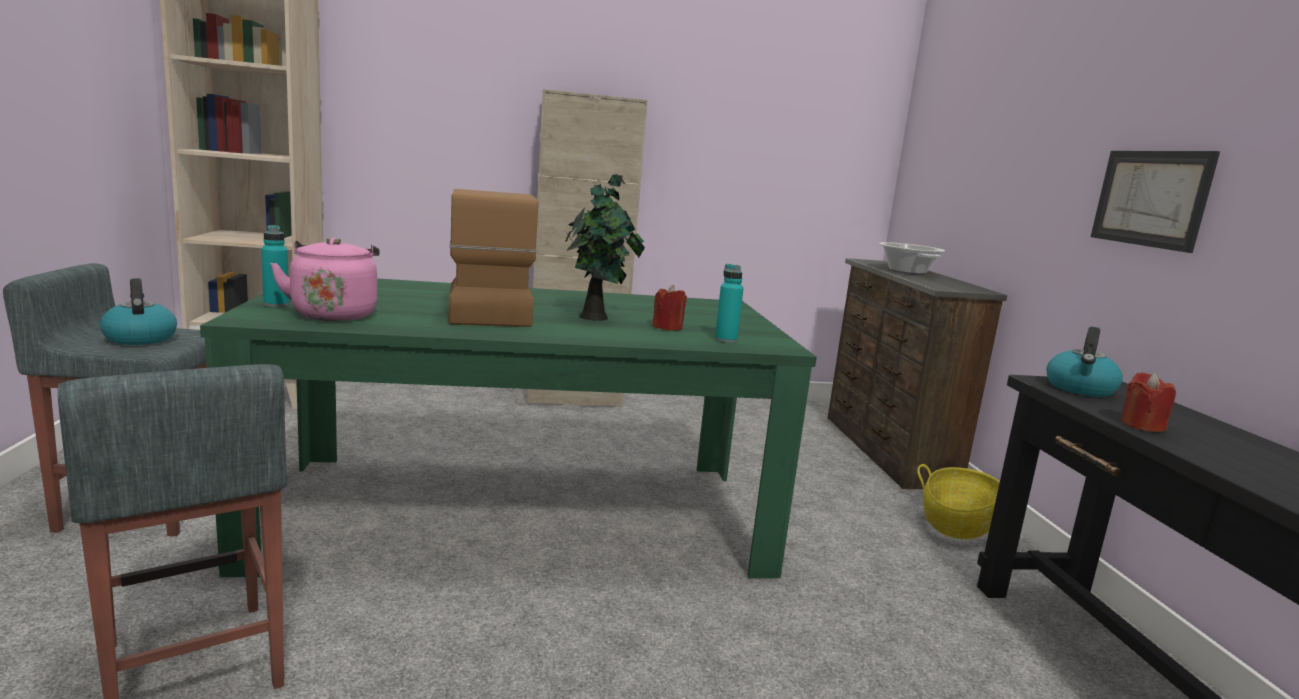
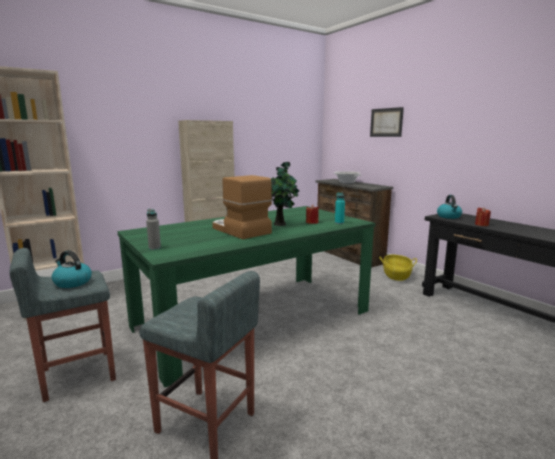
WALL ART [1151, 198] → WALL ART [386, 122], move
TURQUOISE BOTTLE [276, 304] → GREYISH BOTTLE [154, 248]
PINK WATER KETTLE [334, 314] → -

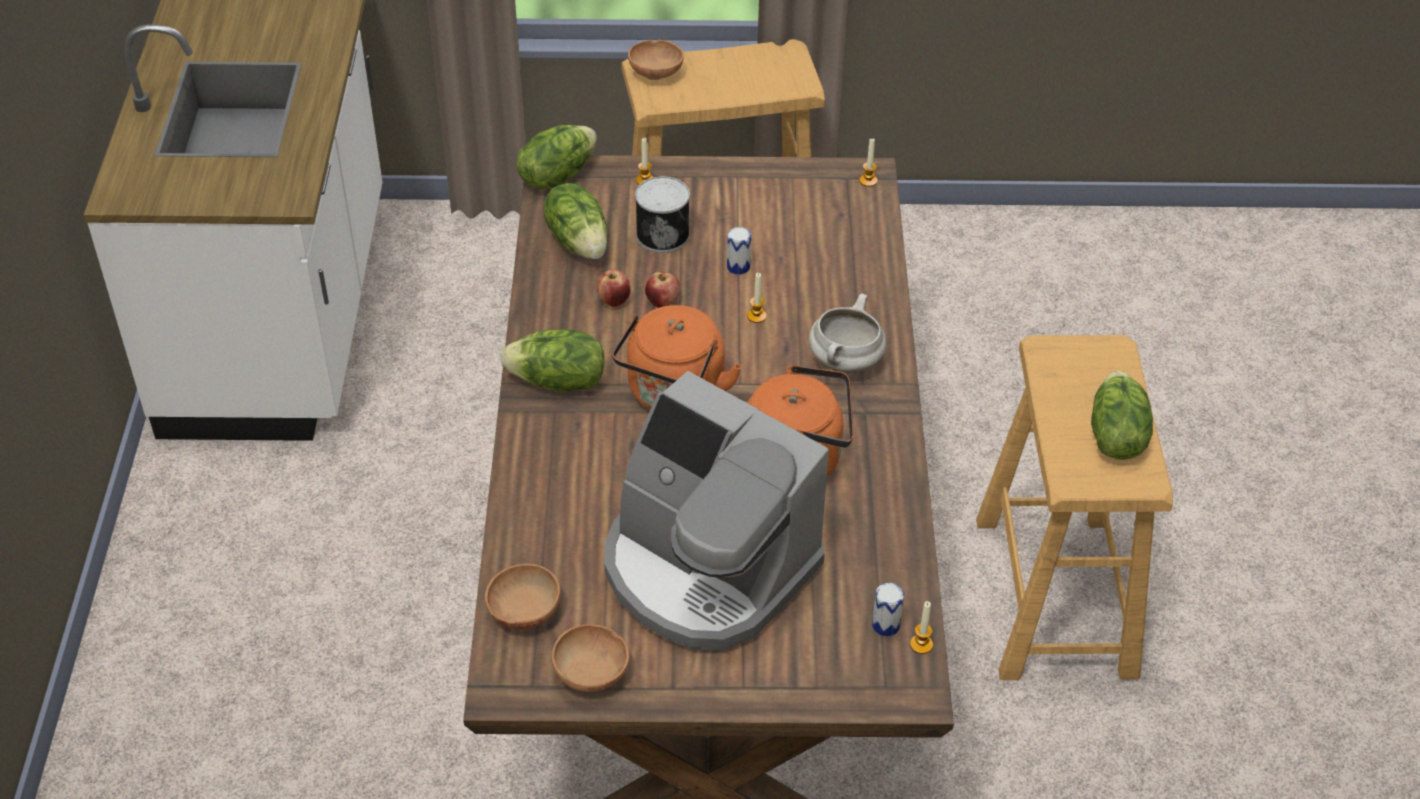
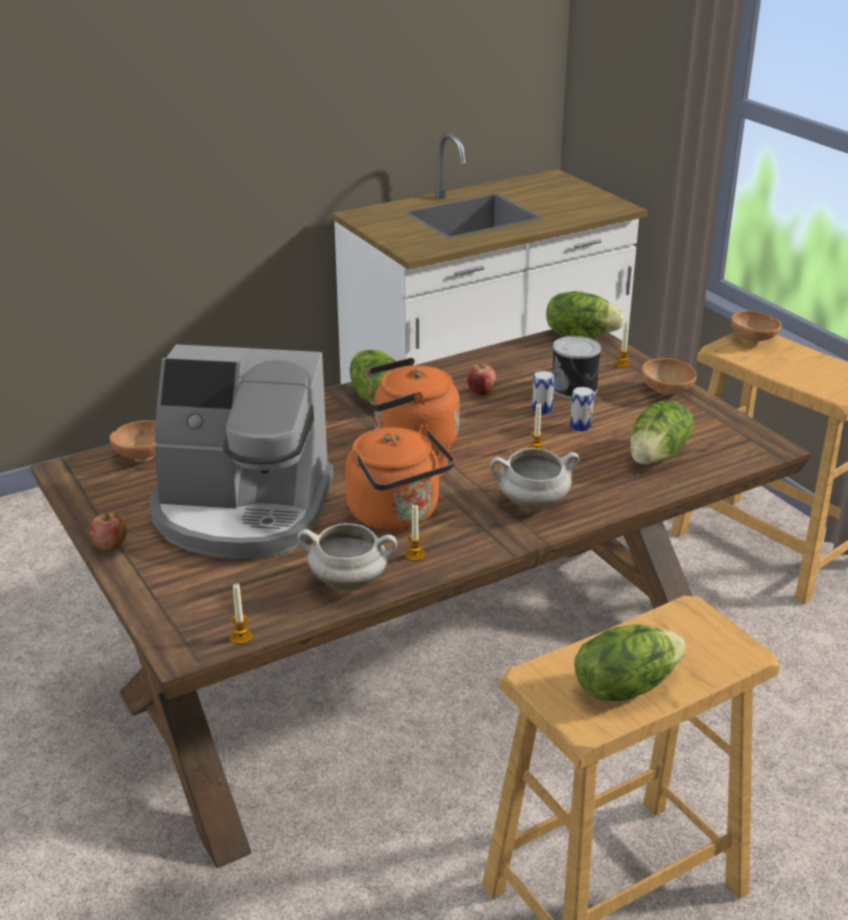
WAX CANDLE [868, 181] → WAX CANDLE [415, 555], move
LETTUCE [579, 241] → LETTUCE [658, 456], move
WHOLE APPLE [662, 303] → WHOLE APPLE [110, 547], move
COFFEE MACHINE [706, 569] → COFFEE MACHINE [242, 511], 90 degrees counterclockwise
METAL CAN [885, 625] → METAL CAN [542, 409], move
BROWN DEEP DISH [592, 674] → BROWN DEEP DISH [667, 392], move
- → WHITISH COOKING POT [349, 582]

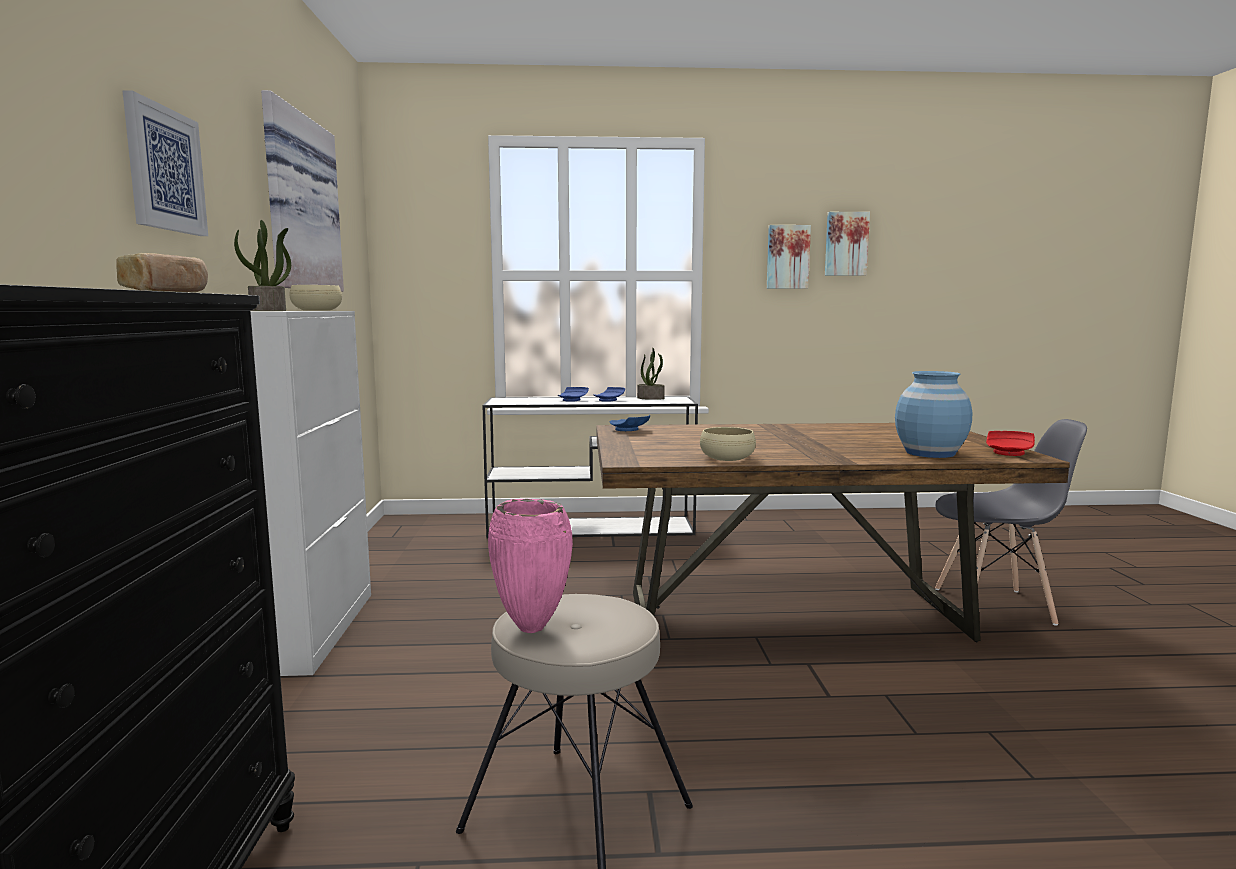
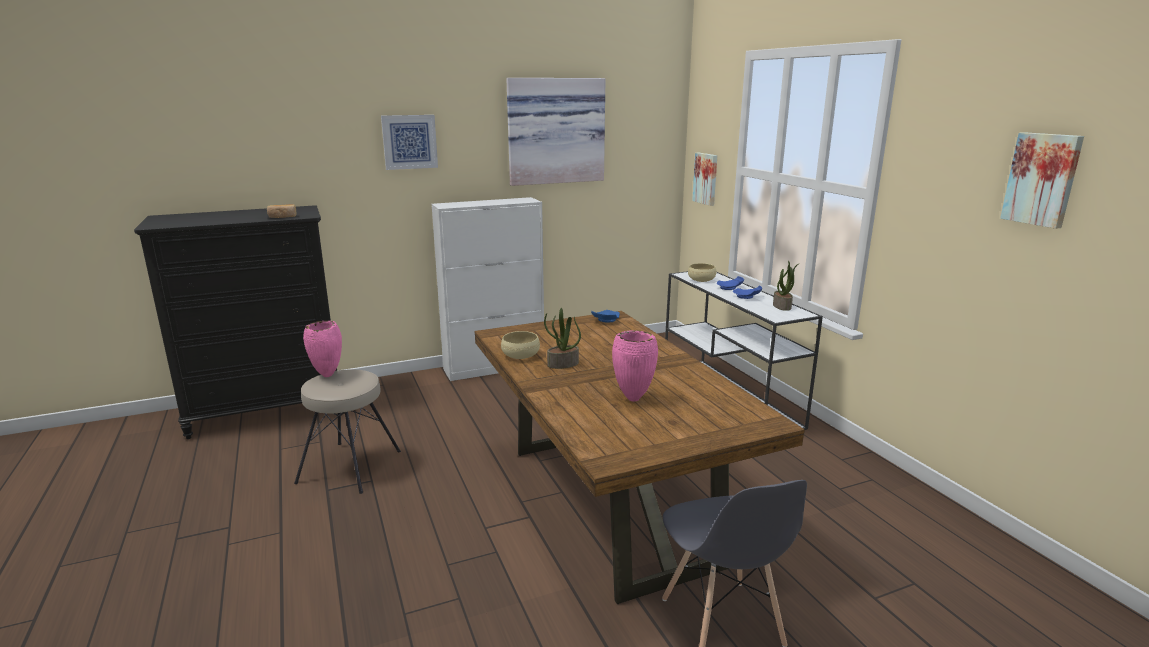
POTTED PLANT [269, 310] → POTTED PLANT [562, 364], move
WALL ART [787, 257] → WALL ART [706, 178], move
BEIGE DEEP DISH [316, 310] → BEIGE DEEP DISH [701, 280], move
BLUE VASE [930, 453] → -
RED-COLOURED PLATE [1009, 452] → -
- → PINK VASE [633, 398]

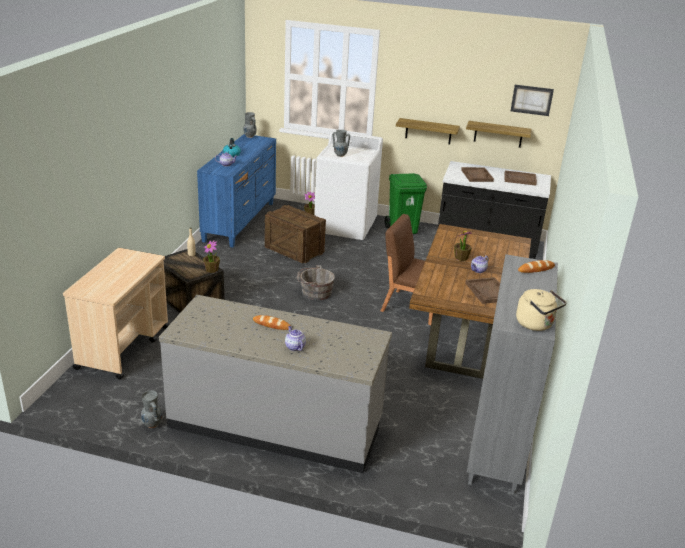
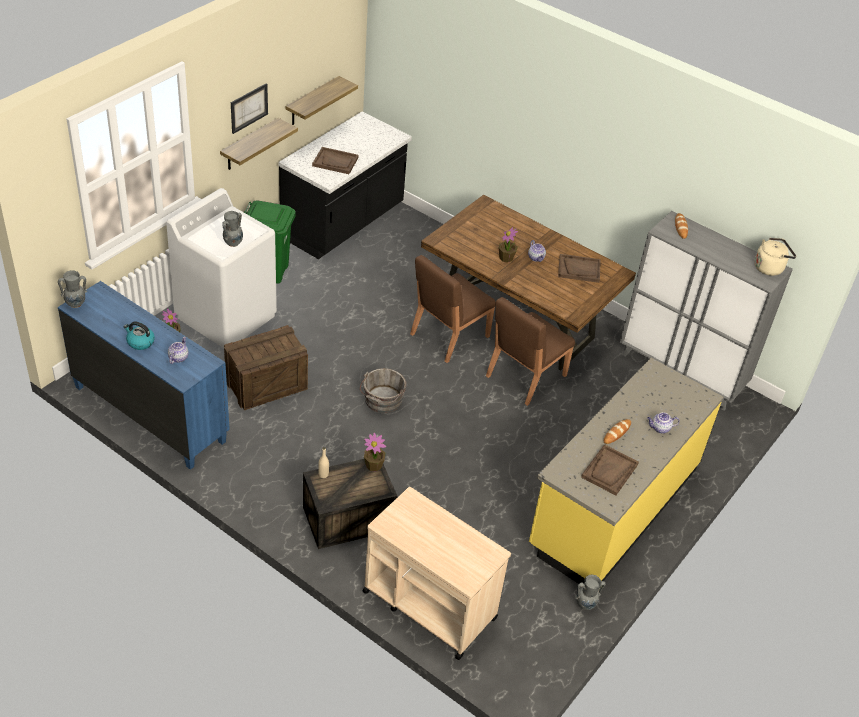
WALL ART [531, 100] → WALL ART [249, 108], move
BROWN TRAY [520, 179] → BROWN TRAY [609, 471], move
GREYISH KITCHEN BASE UNIT [276, 424] → YELLOW-COLOURED KITCHEN BASE UNIT [613, 507]
- → BROWN CHAIR [525, 376]

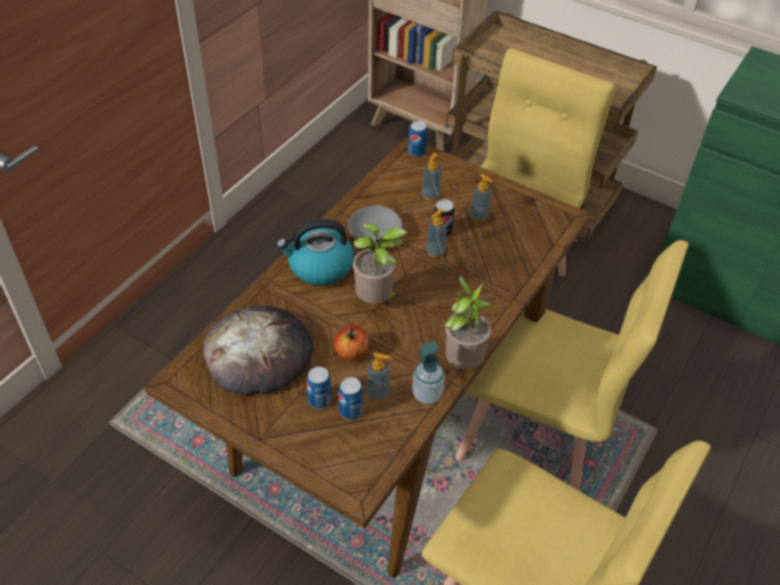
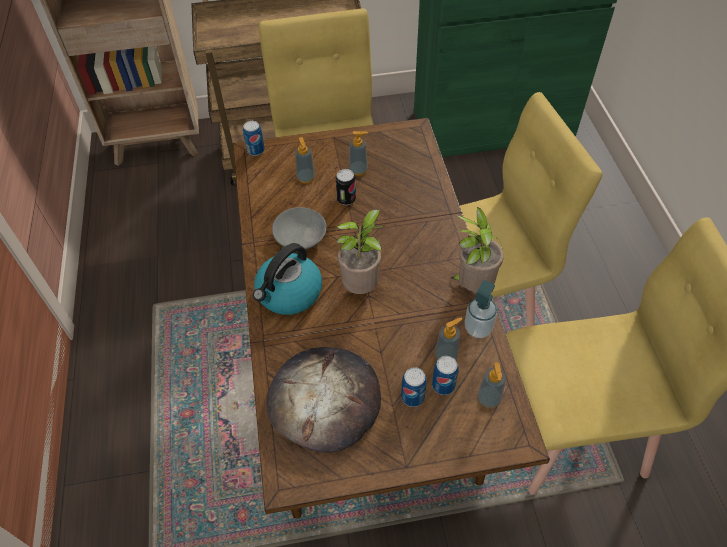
SOAP DISPENSER [435, 251] → SOAP DISPENSER [488, 399], move
WHOLE APPLE [351, 352] → -

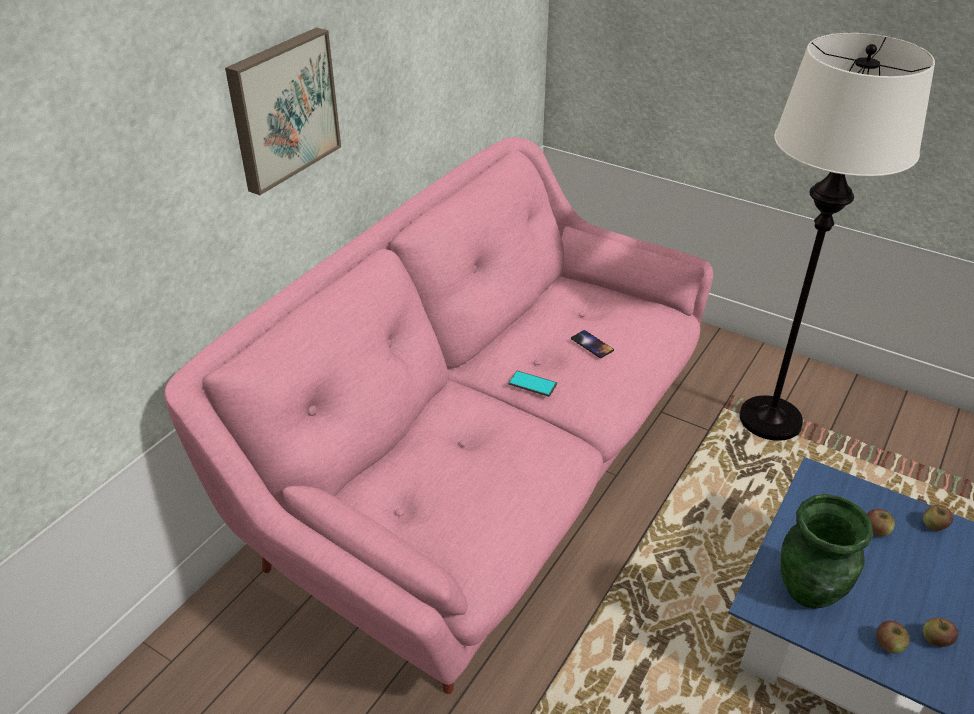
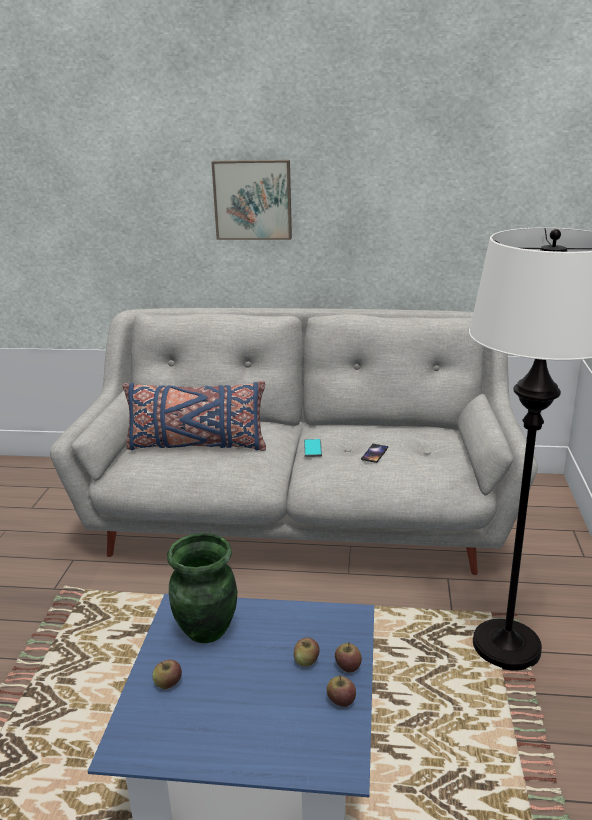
PINK SETTEE [487, 474] → GREYISH SETTEE [299, 518]
WHOLE APPLE [935, 640] → WHOLE APPLE [348, 666], move
- → BLUE CUSHION [196, 446]

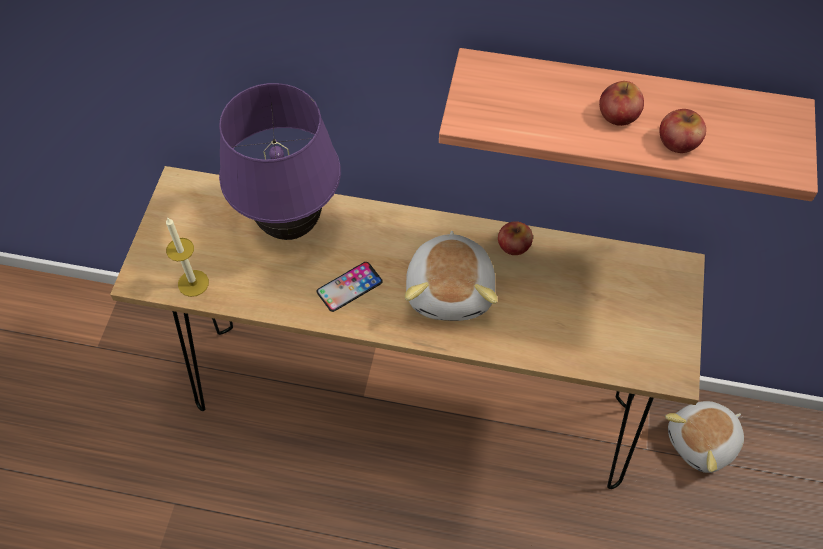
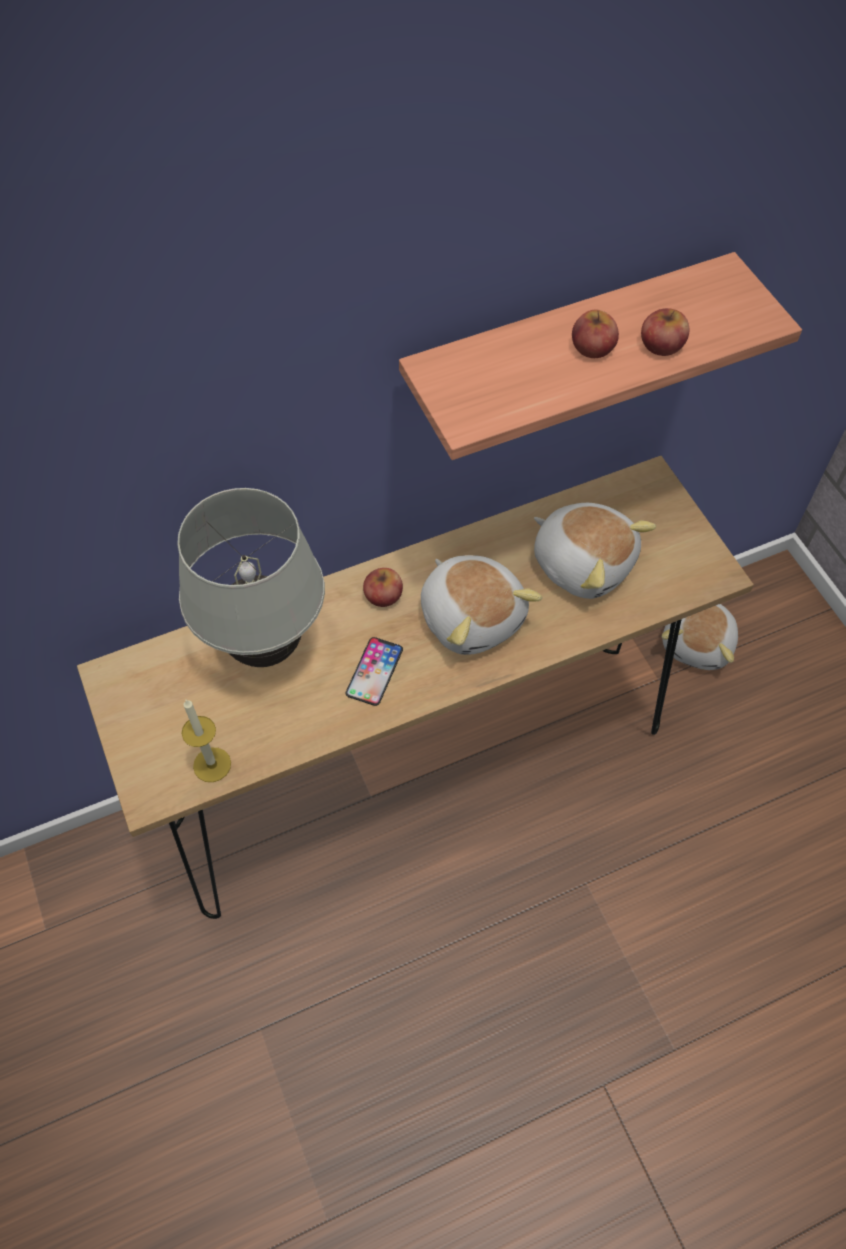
PURPLE-COLOURED TABLETOP LAMP [290, 226] → WHITISH TABLETOP LAMP [266, 648]
WHOLE APPLE [514, 245] → WHOLE APPLE [383, 595], move
- → SOFT TOY [583, 562]

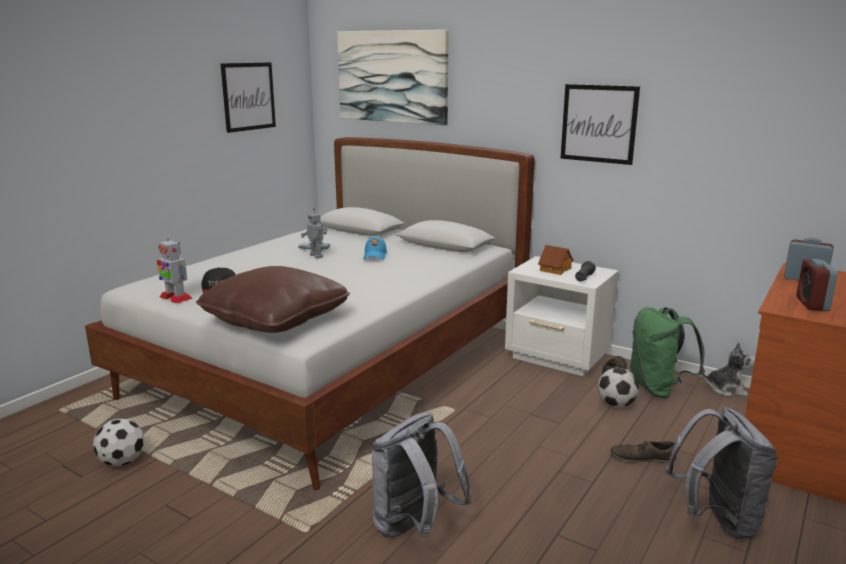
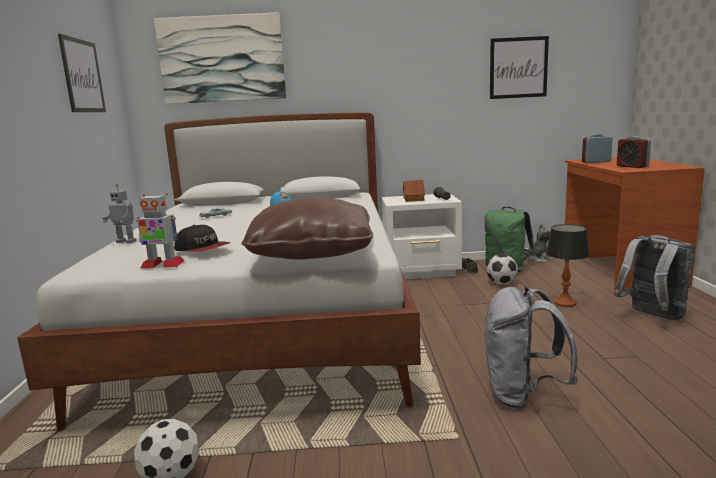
WALL ART [598, 123] → WALL ART [518, 68], move
ROBOT FIGURE [317, 256] → ROBOT FIGURE [127, 241], move
BROWN SHOE [642, 458] → TABLETOP LAMP [565, 303]

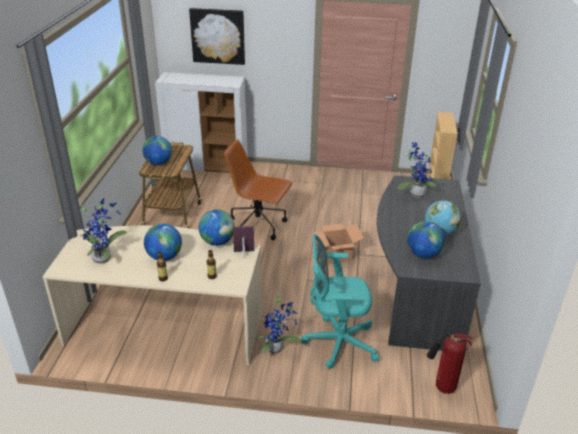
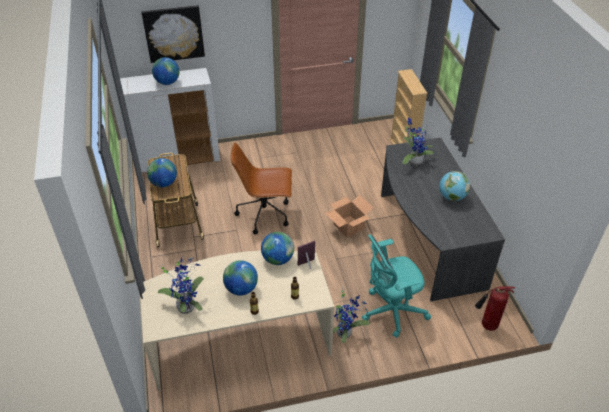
WORLD GLOBE [423, 254] → WORLD GLOBE [167, 82], move

